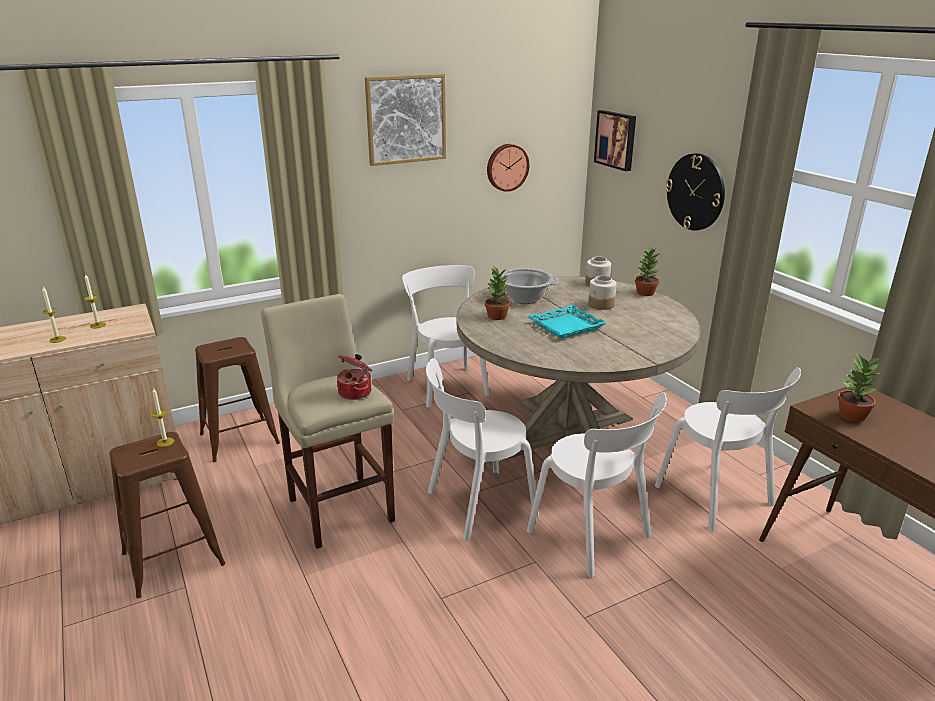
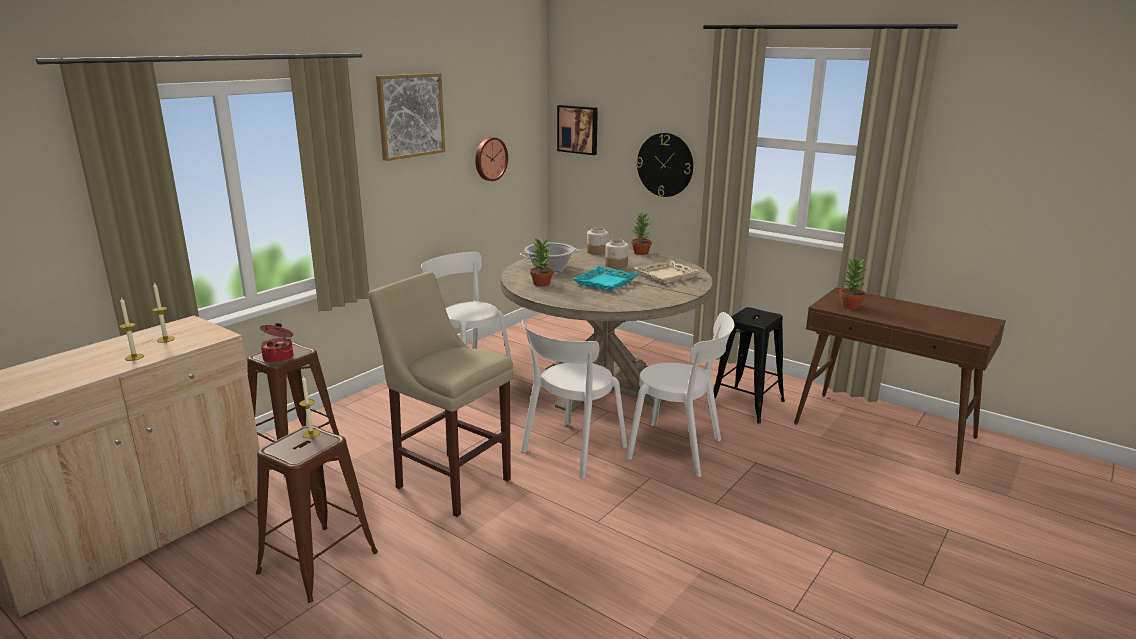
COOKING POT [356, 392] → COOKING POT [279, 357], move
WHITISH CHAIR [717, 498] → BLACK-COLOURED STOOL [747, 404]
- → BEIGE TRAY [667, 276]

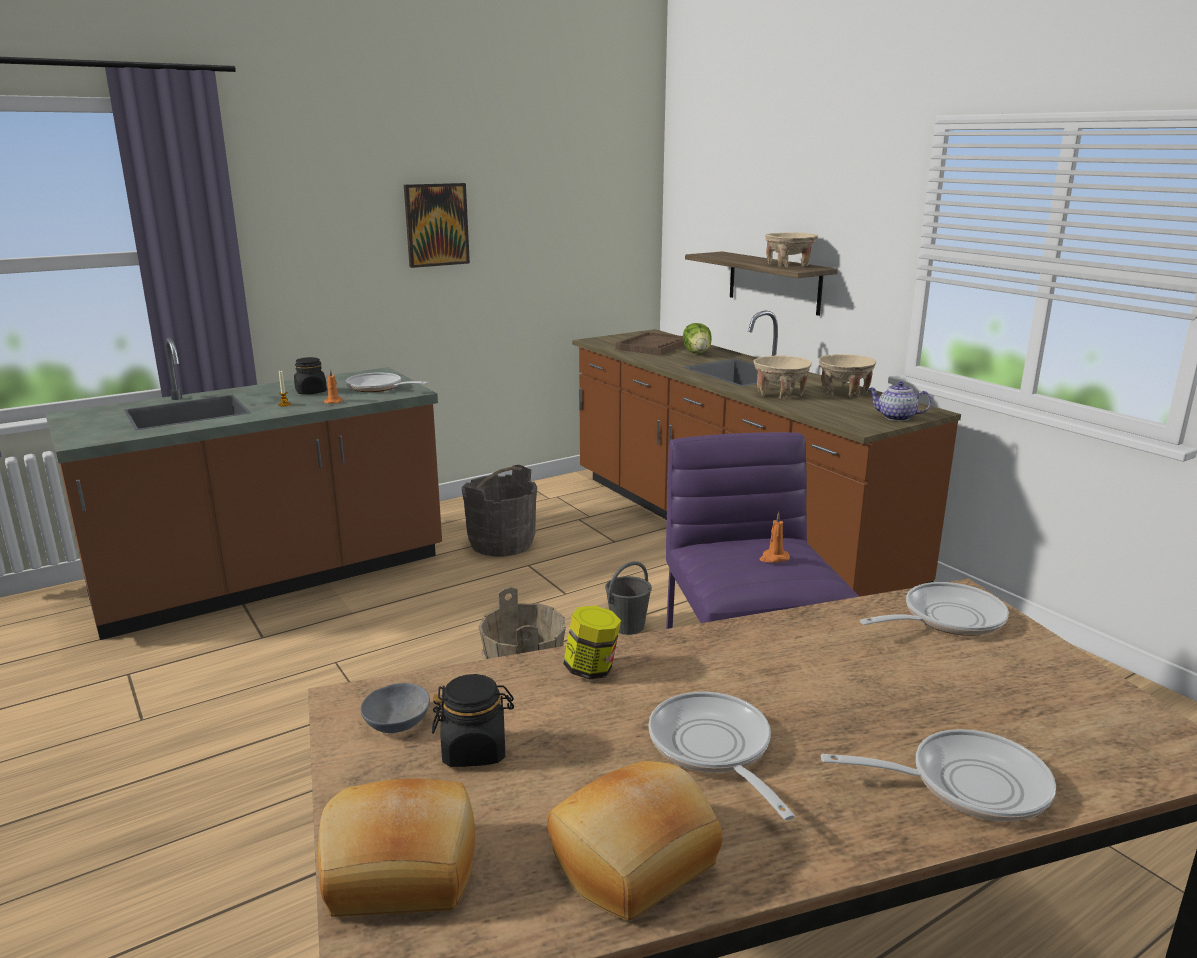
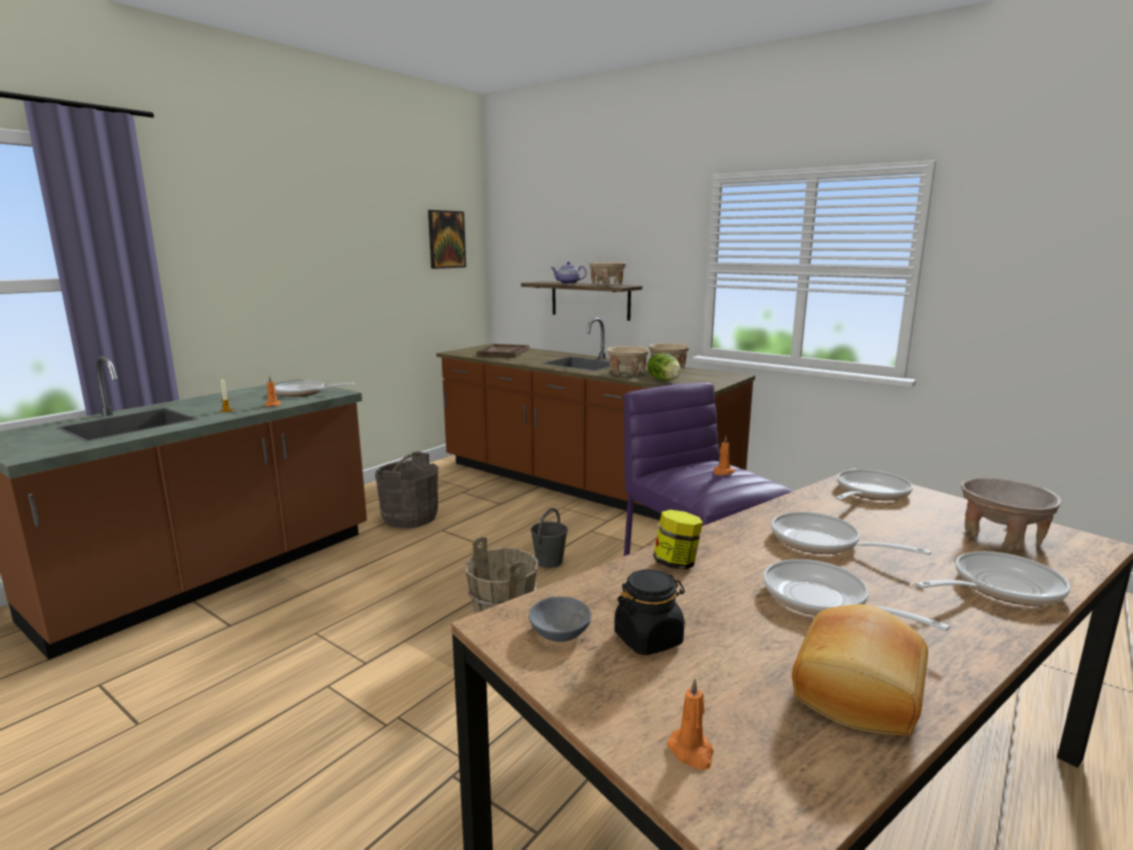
WALL ART [436, 225] → WALL ART [446, 239], move
LETTUCE [697, 352] → LETTUCE [664, 380], move
BLACK-COLOURED PRESERVE JAR [311, 392] → -
TEAPOT [895, 417] → TEAPOT [568, 283], move
BAKED BREAD [400, 873] → ORANGE-COLOURED WAX CANDLE [691, 751]
- → BEIGE DEEP DISH [1001, 536]
- → FRYING PAN [822, 542]

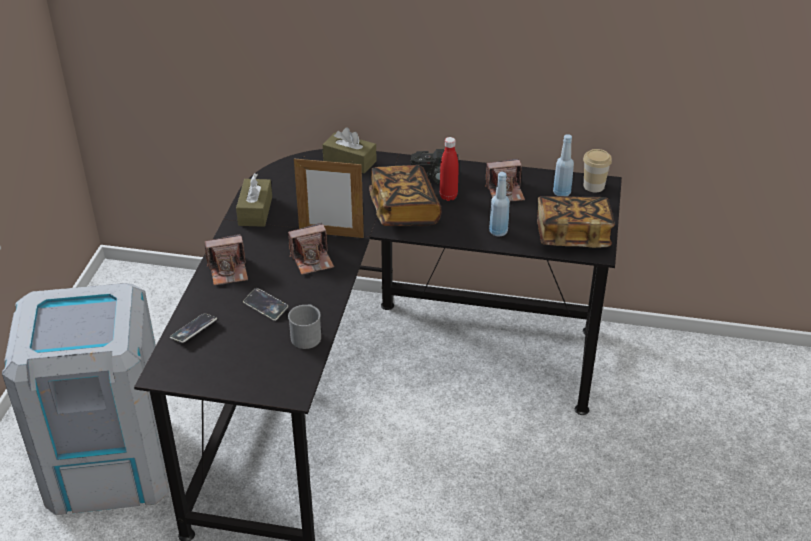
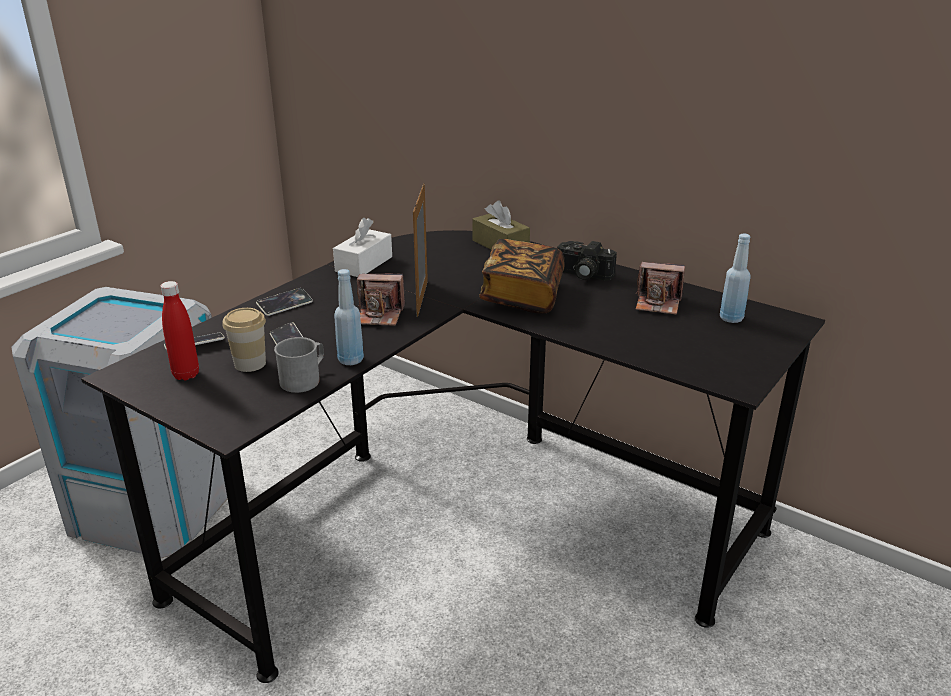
RED-COLOURED BOTTLE [448, 196] → RED-COLOURED BOTTLE [186, 375], move
DRINKING CUP [594, 186] → DRINKING CUP [250, 364], move
PICTURE FRAME [331, 234] → PICTURE FRAME [422, 298], 60 degrees clockwise
BLUE BOTTLE [498, 232] → BLUE BOTTLE [350, 360], move
BROWN TISSUE BOX [255, 211] → WHITISH TISSUE BOX [364, 264]
VOLUME [572, 235] → -
PHOTO CAMERA [228, 271] → PHONE [285, 305]

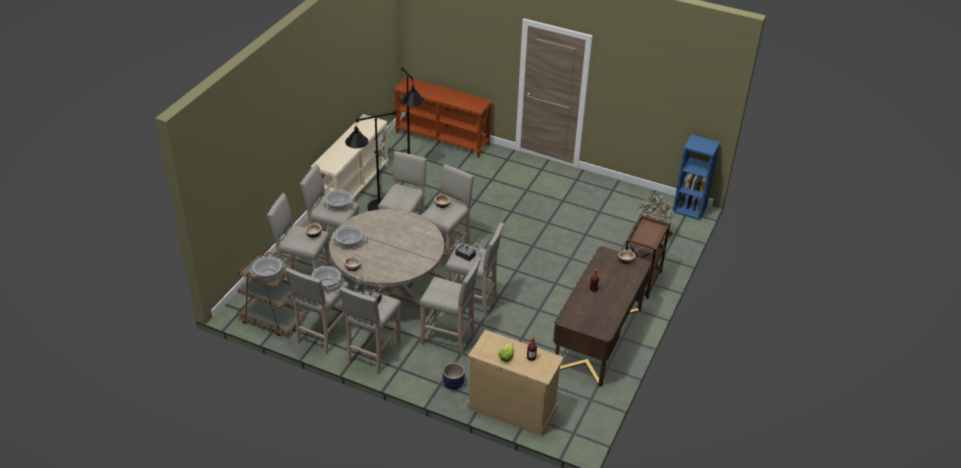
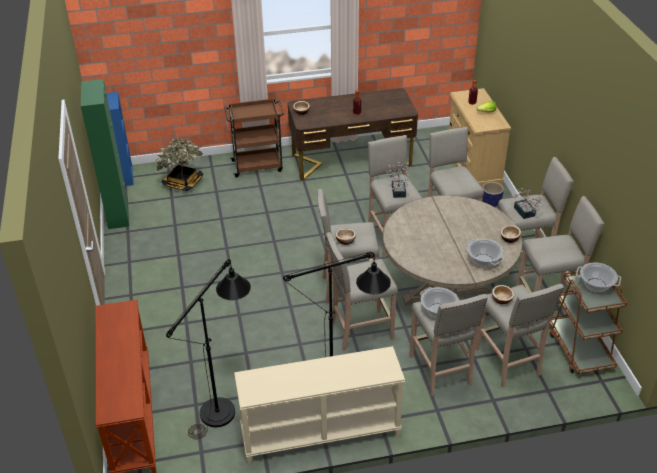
COOKING POT [326, 284] → -
- → GREEN-COLOURED CUPBOARD [118, 214]

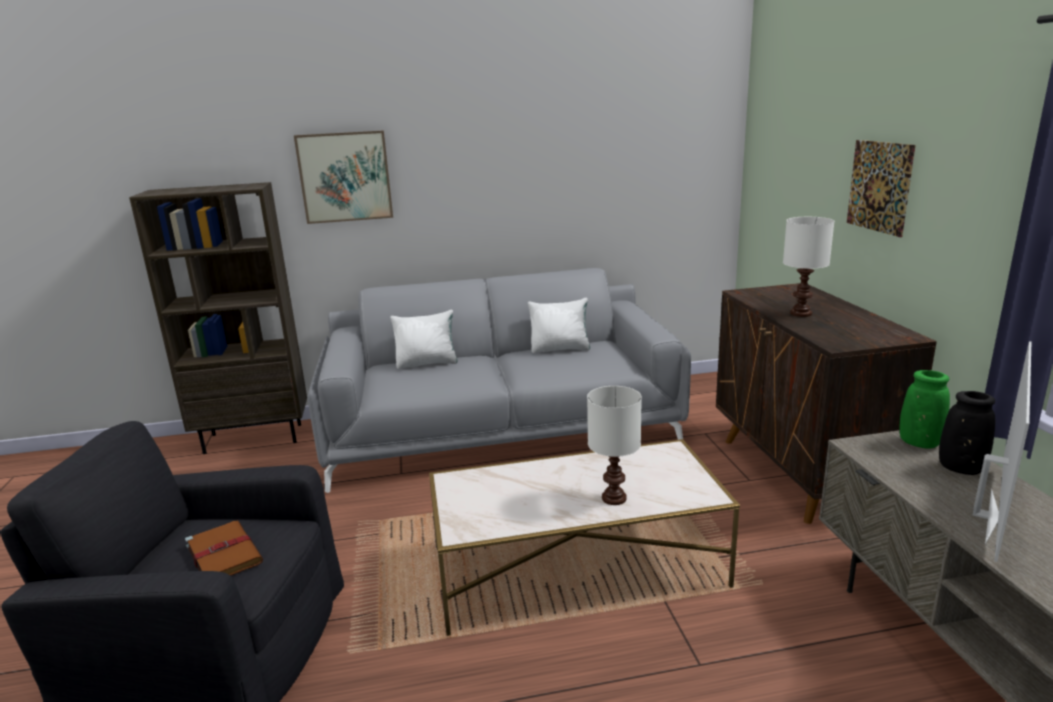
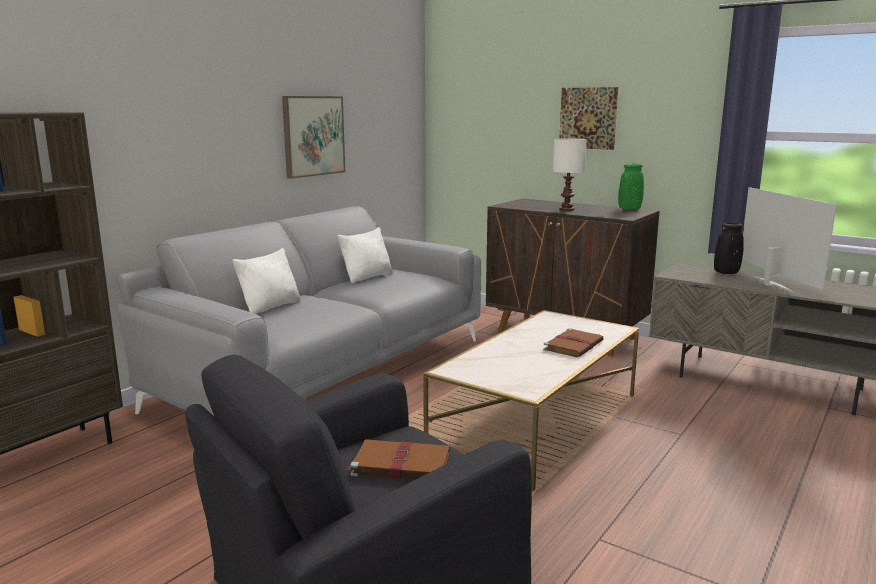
WALL ART [345, 177] → WALL ART [313, 136], move
GREEN-COLOURED VASE [919, 443] → GREEN-COLOURED VASE [629, 209], move
WHITISH TABLETOP LAMP [613, 498] → BROWN VOLUME [574, 345]

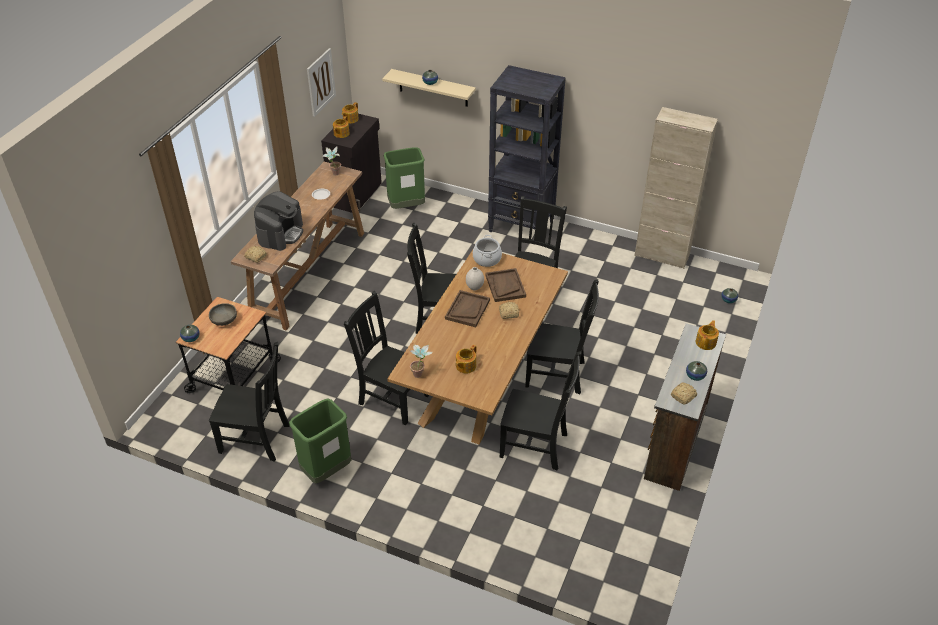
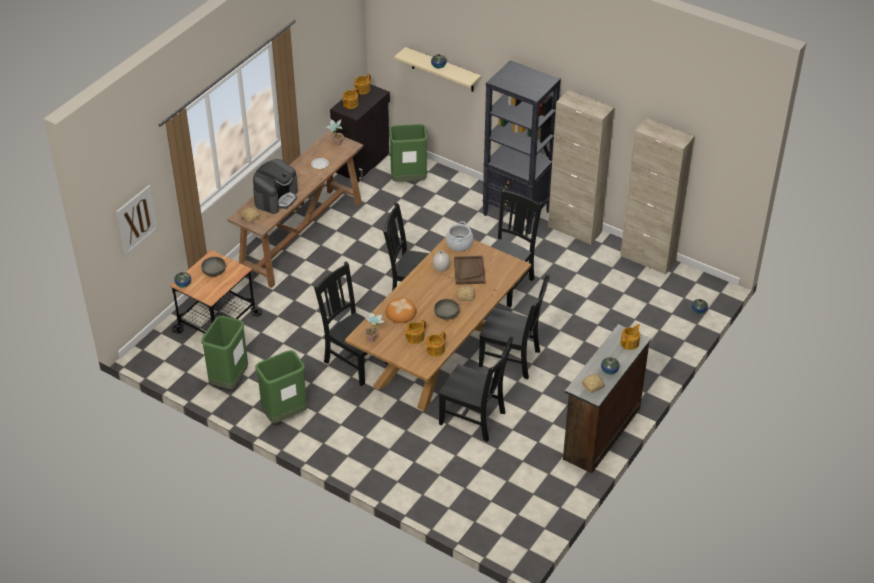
WALL ART [321, 82] → WALL ART [136, 220], move
BROWN TRAY [467, 309] → -
BLACK-COLOURED CHAIR [257, 439] → GREEN-COLOURED RUBBISH BIN [229, 380]
- → BEIGE CUPBOARD [574, 230]
- → BAKED BREAD [400, 312]
- → GREYISH DEEP DISH [446, 314]
- → TEAPOT [435, 350]

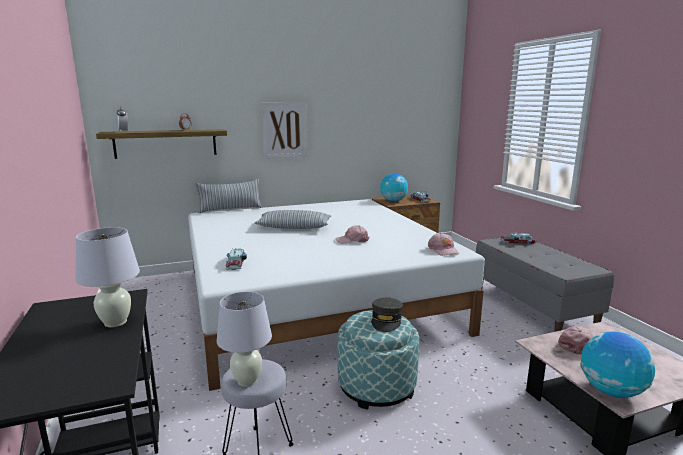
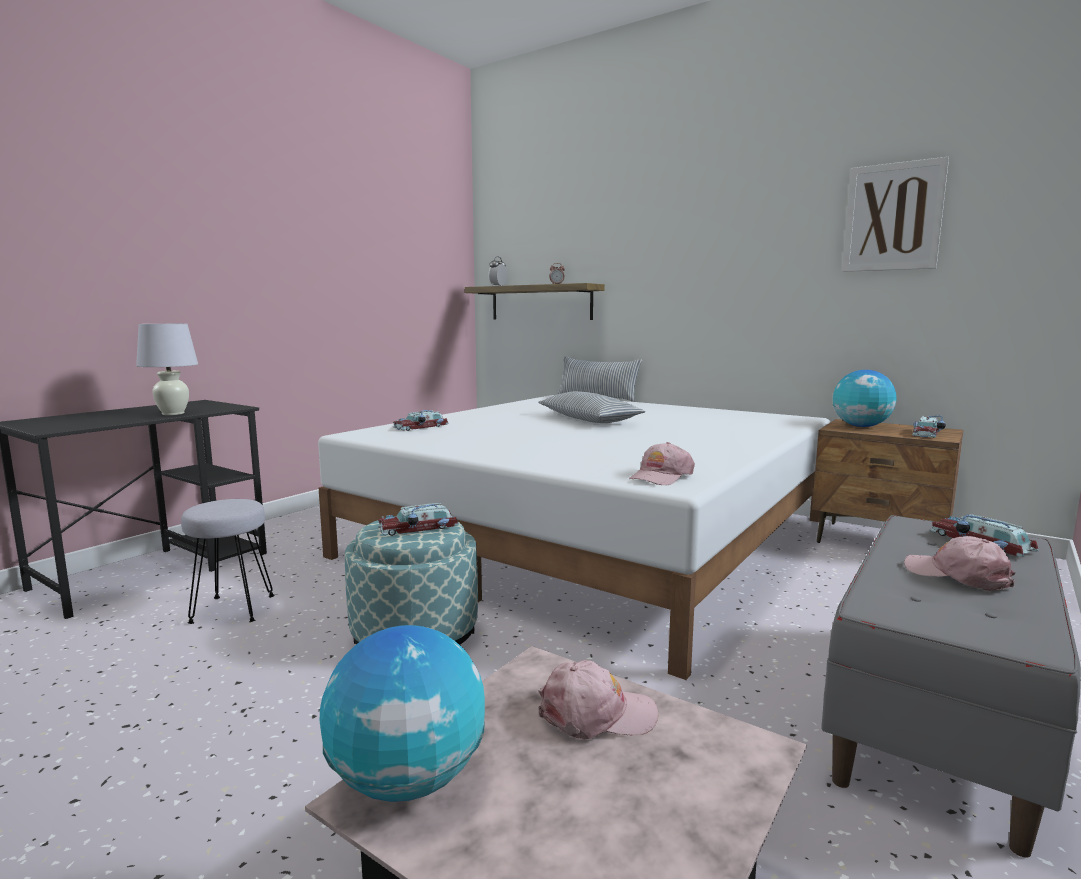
WALL ART [285, 130] → WALL ART [893, 217], move
PINK CAP [352, 240] → PINK CAP [957, 575], move
WHITISH TABLETOP LAMP [247, 381] → -
GREYISH CAP [386, 321] → MINIATURE CAR [419, 528]

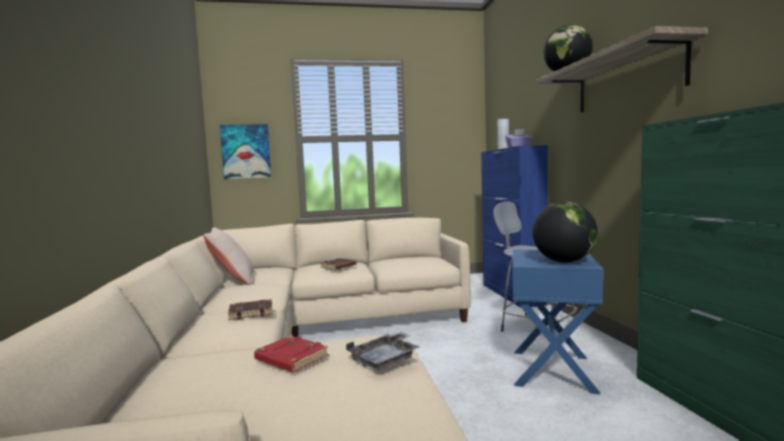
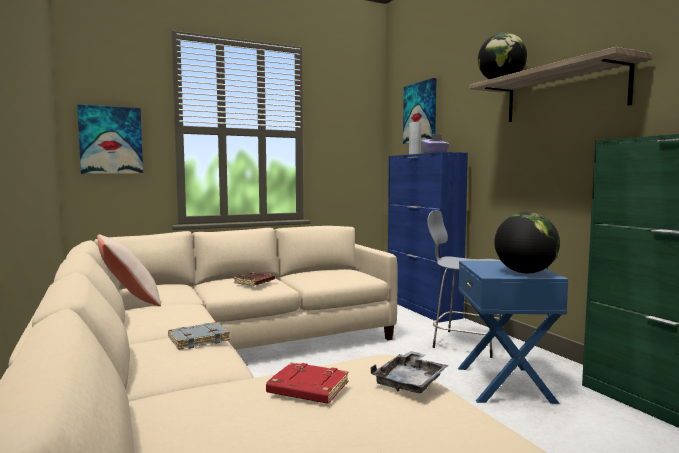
BROWN VOLUME [251, 313] → GREYISH VOLUME [199, 339]
- → WALL ART [420, 112]

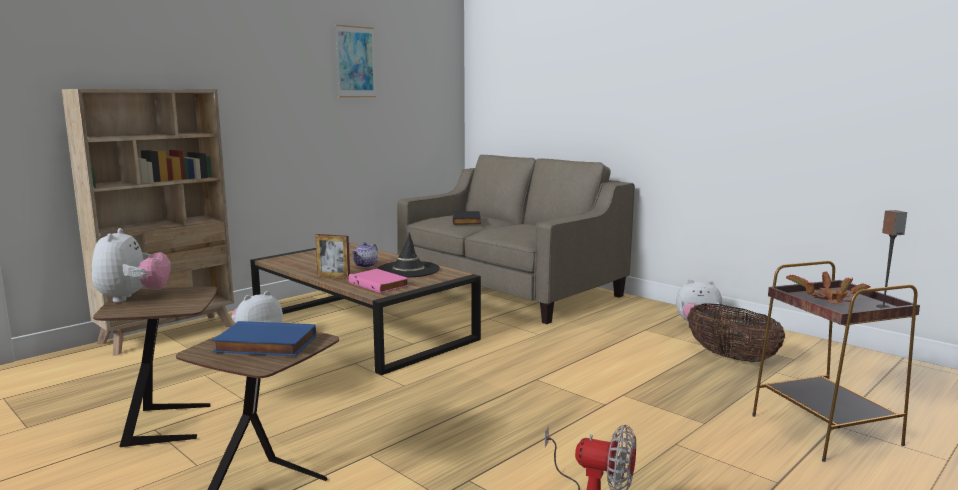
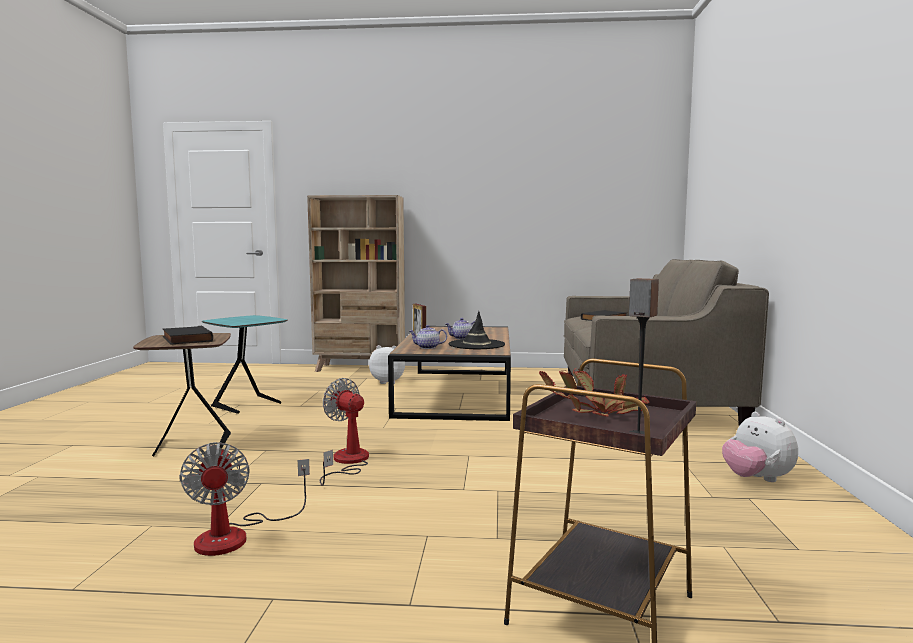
WALL ART [355, 62] → -
SOFT TOY [133, 298] → -
PINK VOLUME [380, 284] → TEAPOT [427, 347]
BROWN END TABLE [171, 424] → TURQUOISE END TABLE [249, 405]
HOUSEHOLD BASKET [731, 357] → -
BLUE VOLUME [264, 345] → BLACK-COLOURED VOLUME [185, 339]
- → ELECTRIC FAN [347, 462]

